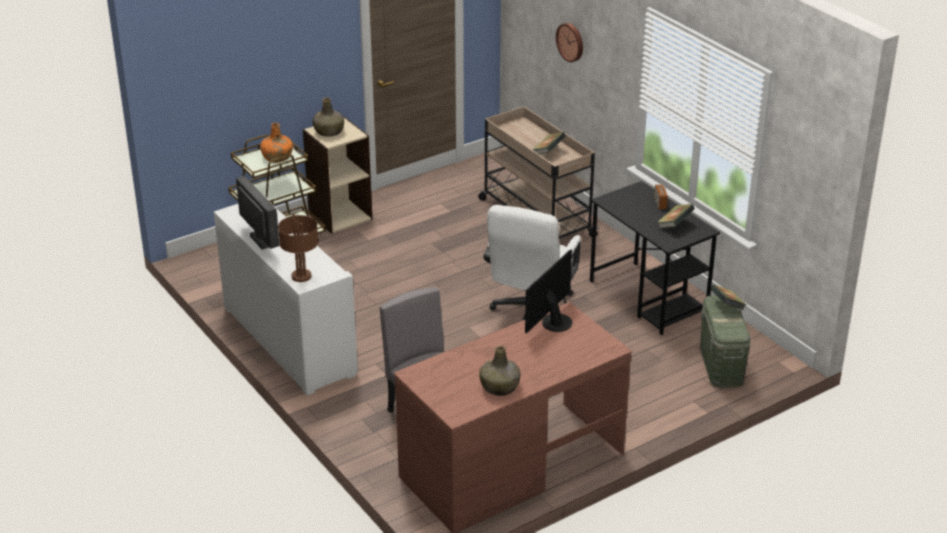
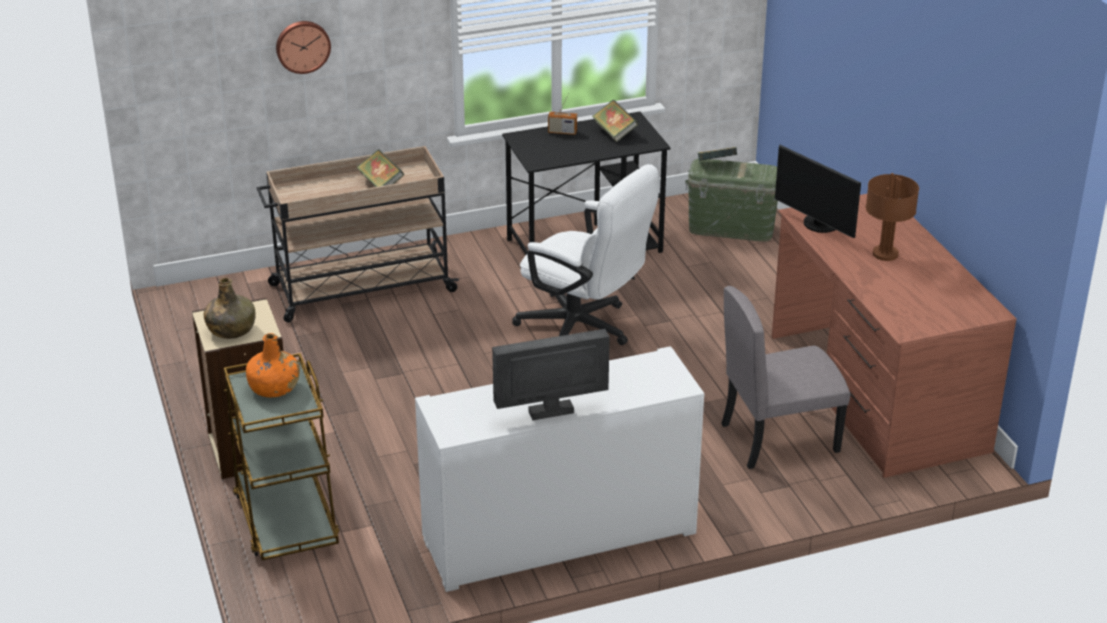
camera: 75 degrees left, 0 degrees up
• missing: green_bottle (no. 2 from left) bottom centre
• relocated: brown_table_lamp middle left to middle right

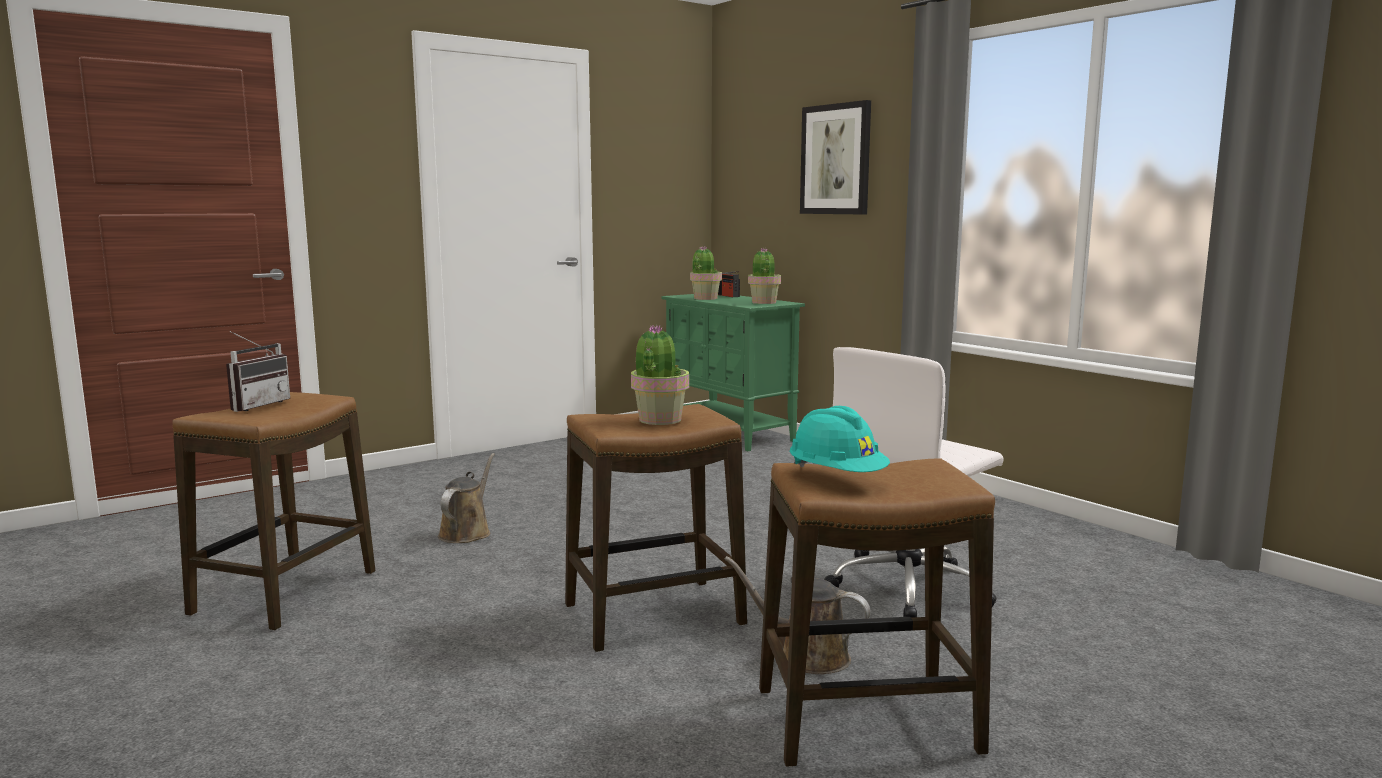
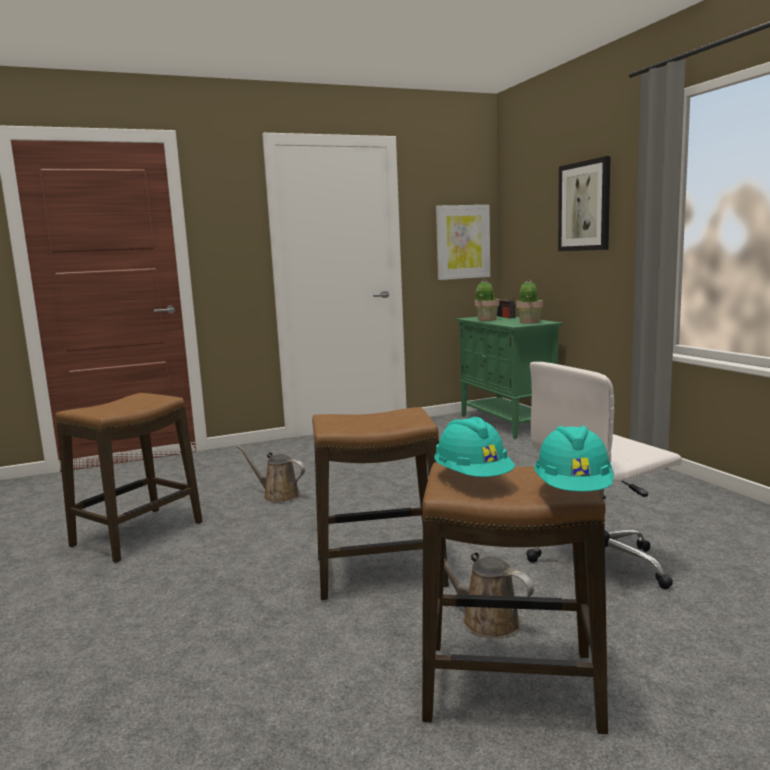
camera: 15 degrees right, 0 degrees up
• missing: radio (no. 1 from left) middle left
• missing: potted_plant (no. 1 from left) centre
• appeared: picture (no. 1 from left) top centre
• appeared: turquoise_hard_hat (no. 2 from left) middle right
• spun: brown_watering_can (no. 1 from left) centre = centre 90 degrees counterclockwise

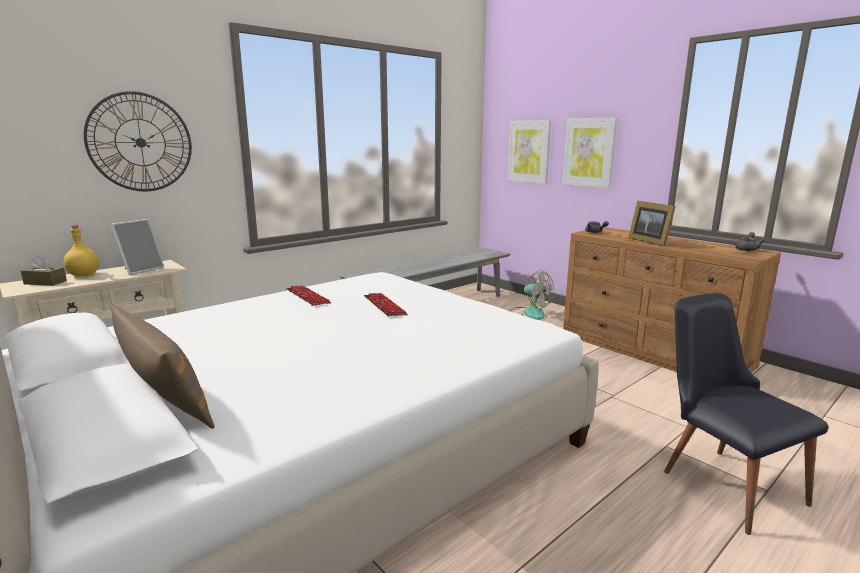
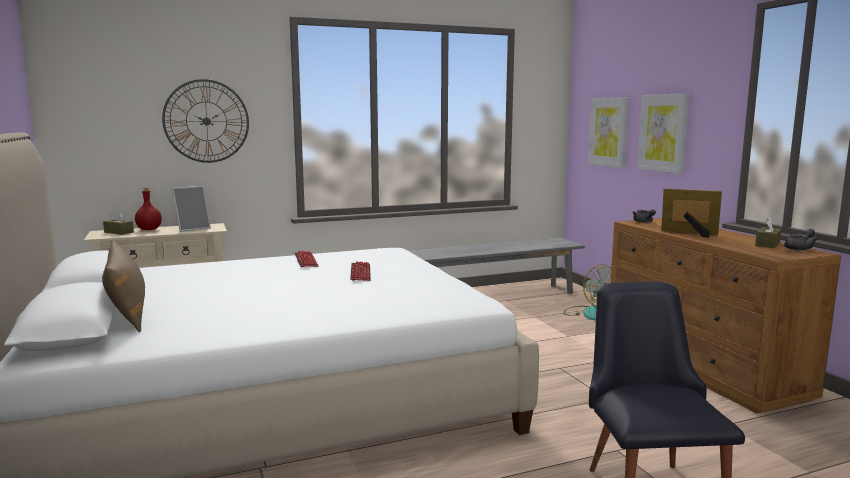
camera: 20 degrees right, 5 degrees down
• appeared: brown_tissue_box (no. 2 from left) middle right
• colour: yellow_bottle middle left to red_bottle middle left
• spun: picture_frame (no. 2 from left) middle right = middle right 120 degrees clockwise

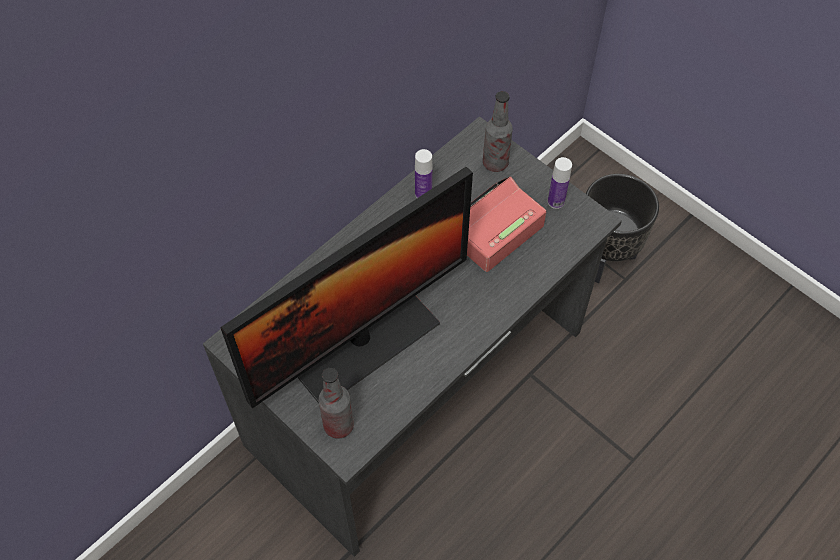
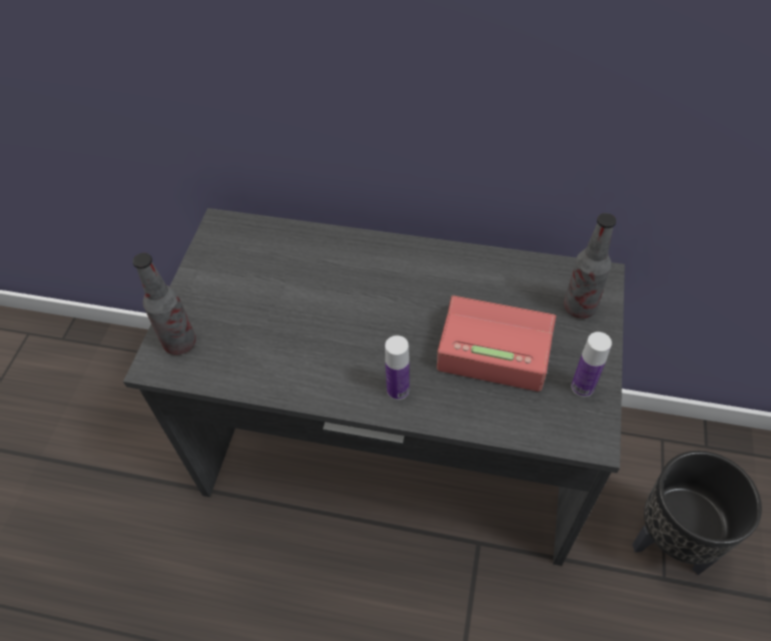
camera: 60 degrees right, 5 degrees down
• missing: monitor centre
• relocated: bottle (no. 2 from left) top centre to centre

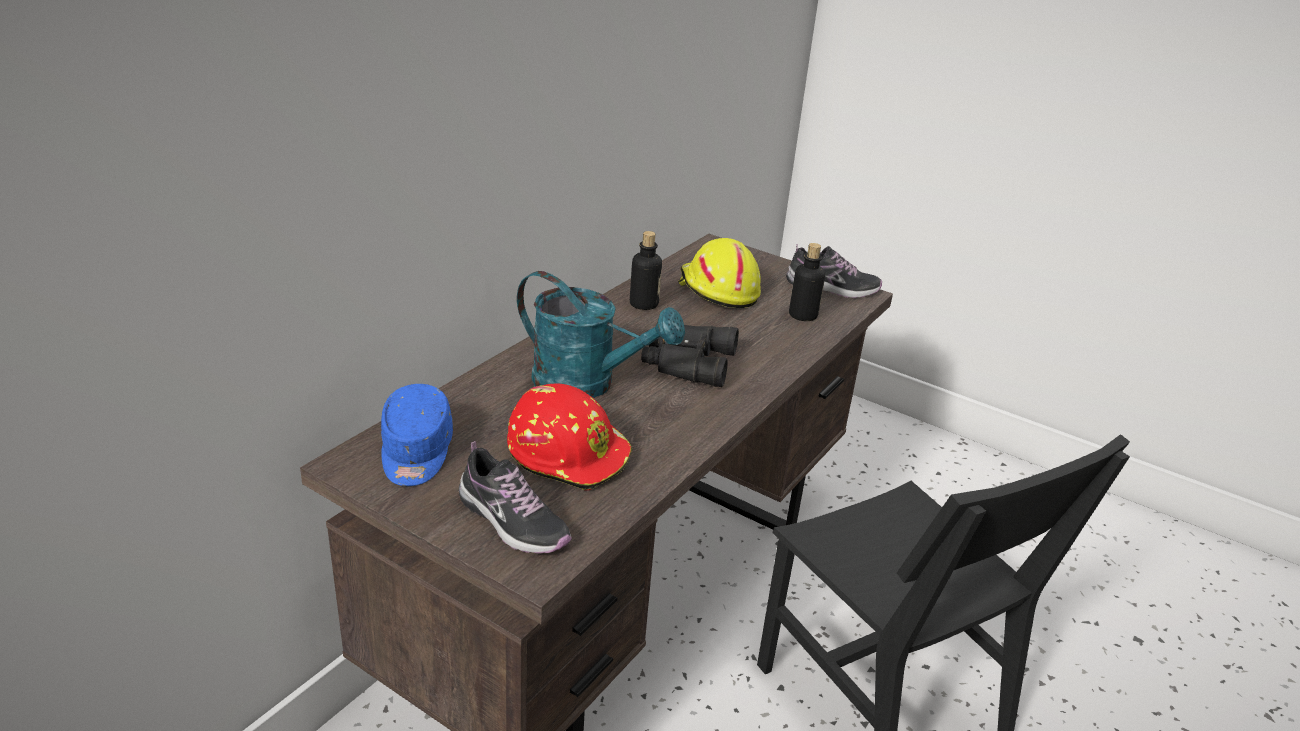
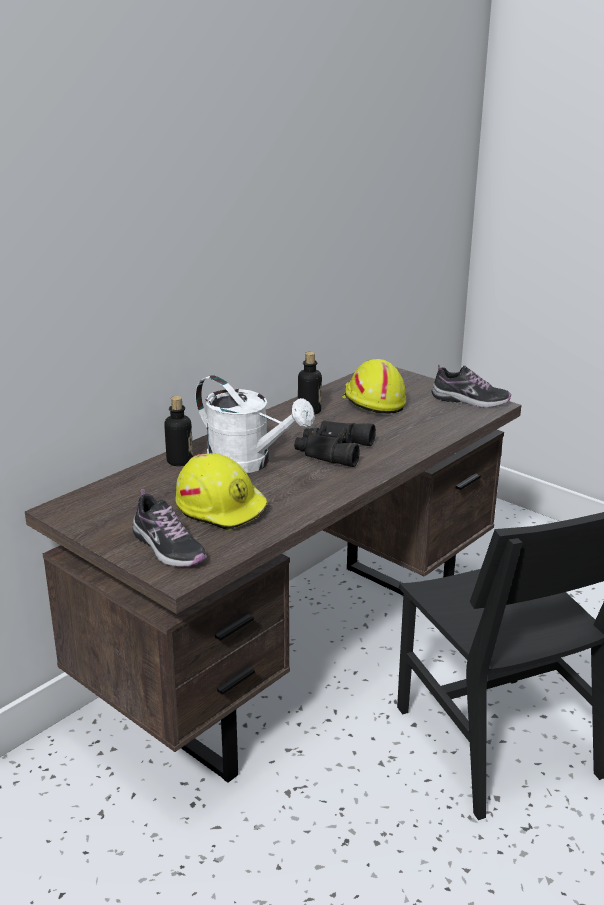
camera: 10 degrees right, 5 degrees down
• missing: blue_cap middle left
• relocated: bottle (no. 2 from left in the first image) centre to bottle (no. 1 from left) middle left
• colour: red_hard_hat centre to yellow_hard_hat (no. 1 from left) centre
• colour: turquoise_watering_can centre to white_watering_can centre

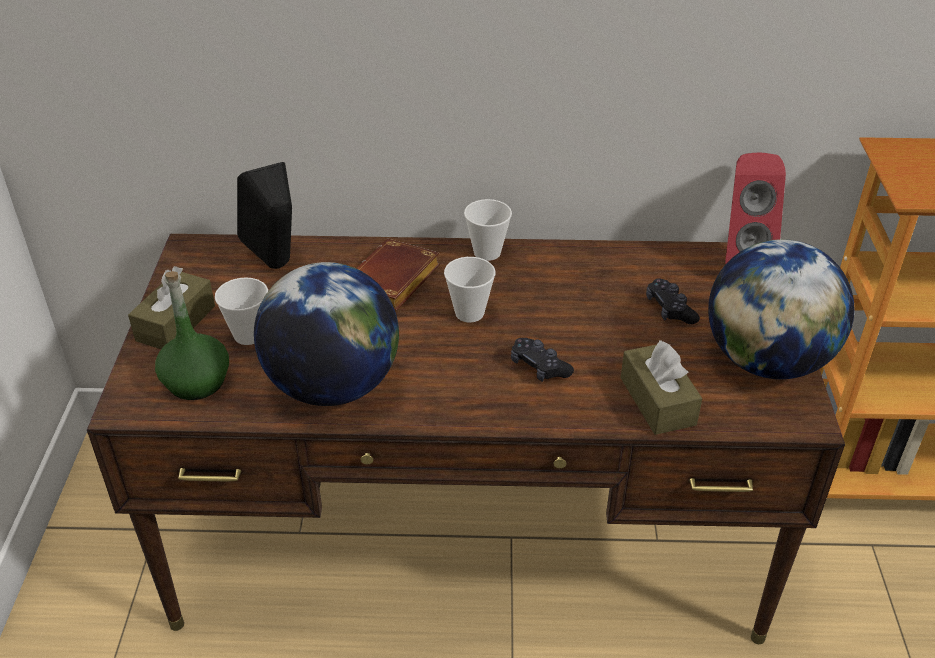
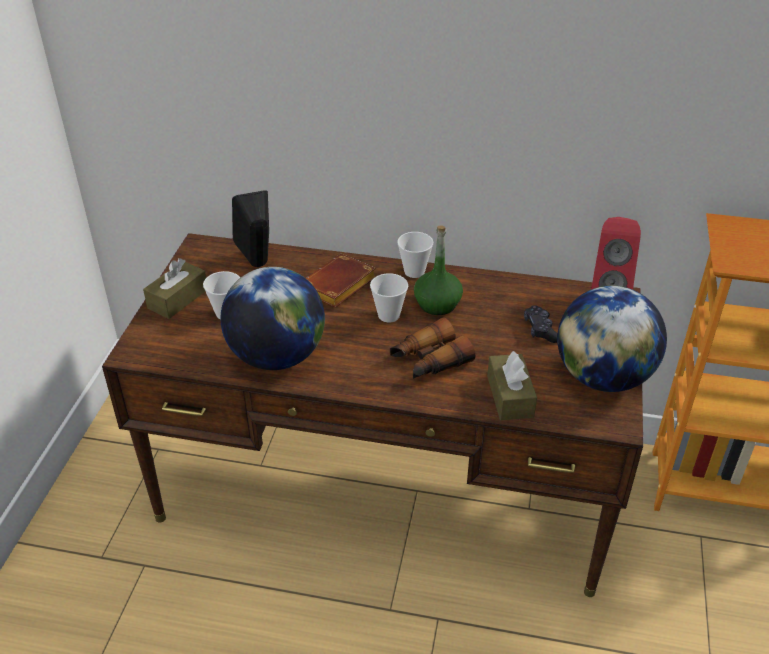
camera: 10 degrees right, 0 degrees up
• relocated: green_bottle middle left to centre
• exchanged: black_game_controller (no. 1 from left) centre to binoculars centre

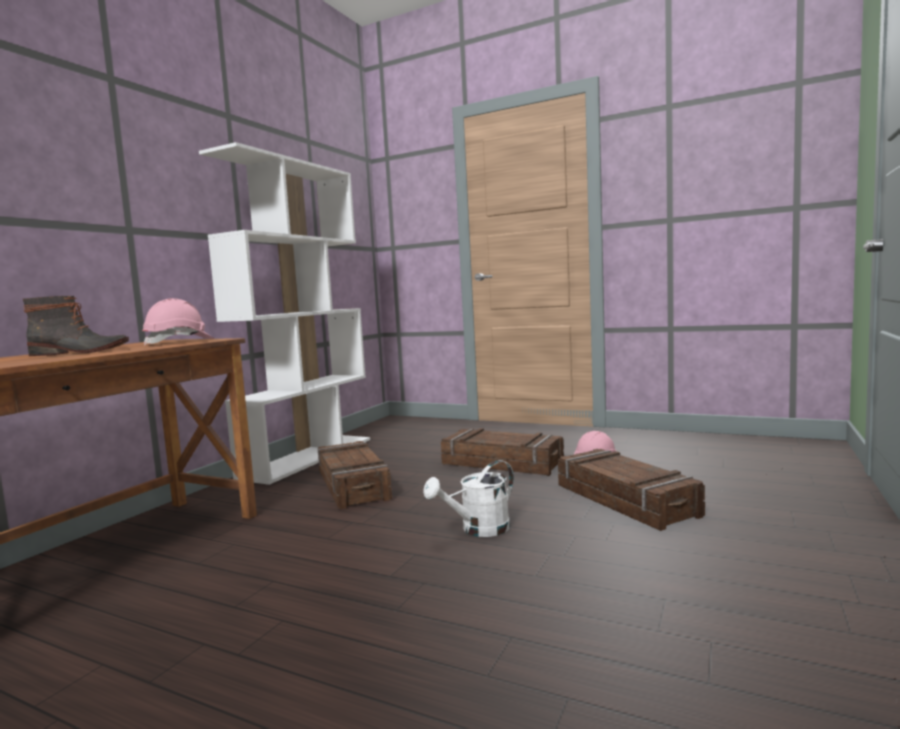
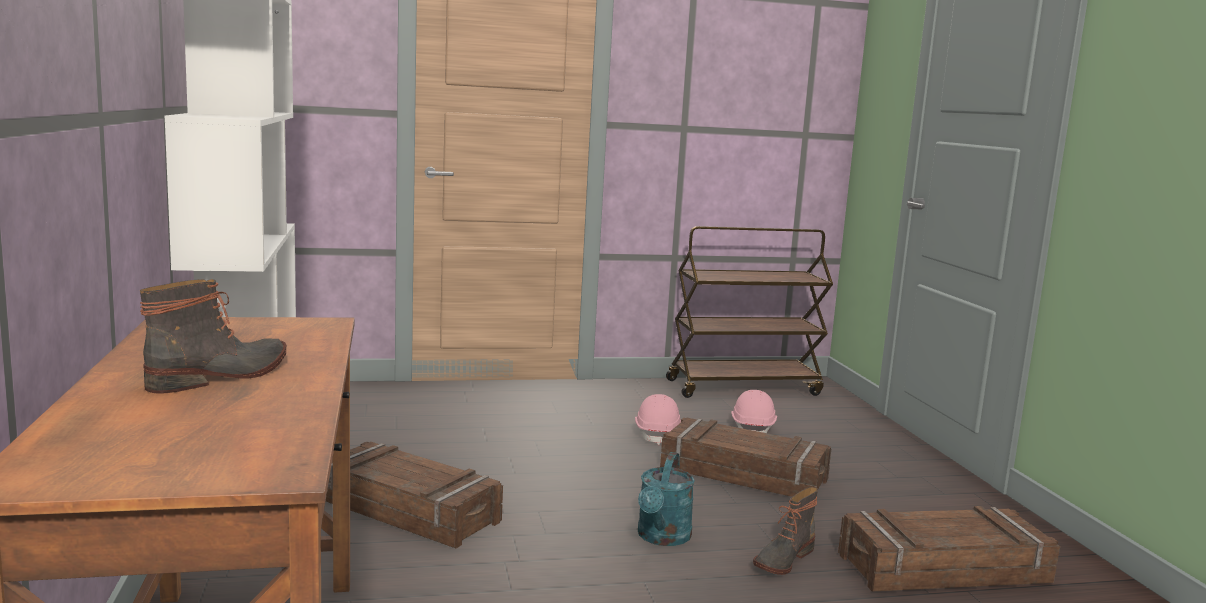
camera: 40 degrees left, 5 degrees up
• appeared: brown_cart centre
• appeared: boot (no. 2 from left) bottom centre
• relocated: pink_hard_hat (no. 1 from left in the first image) middle left to pink_hard_hat (no. 2 from left) bottom centre
• relocated: crate (no. 2 from left in the first image) centre to crate (no. 3 from left) bottom right
• colour: white_watering_can bottom centre to turquoise_watering_can bottom centre

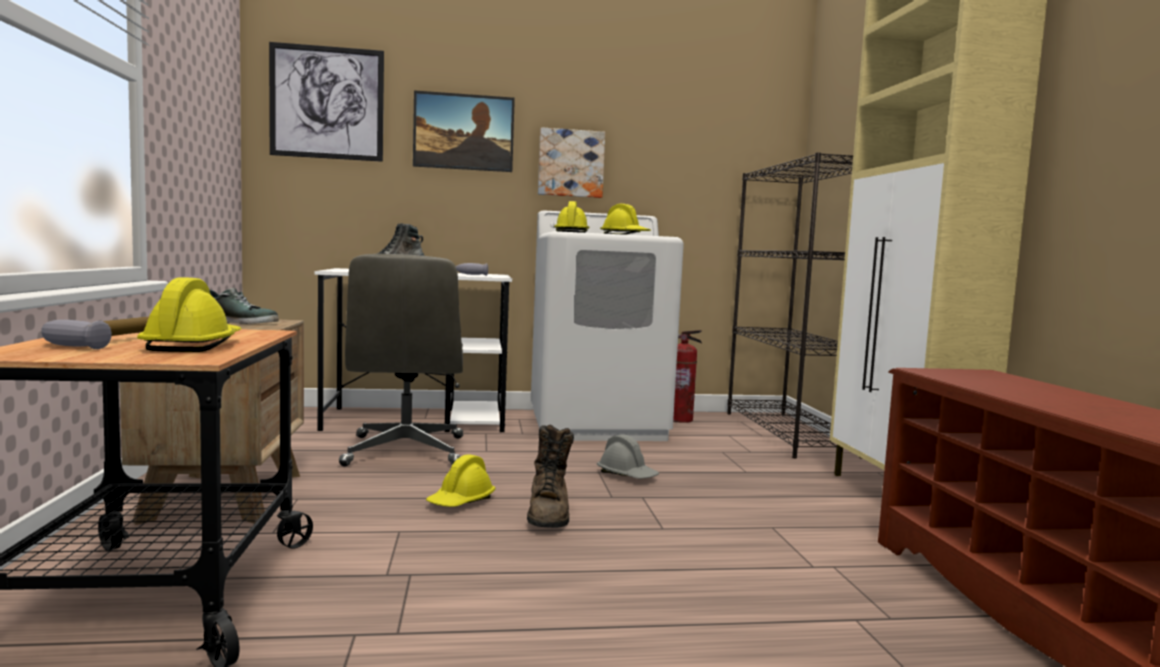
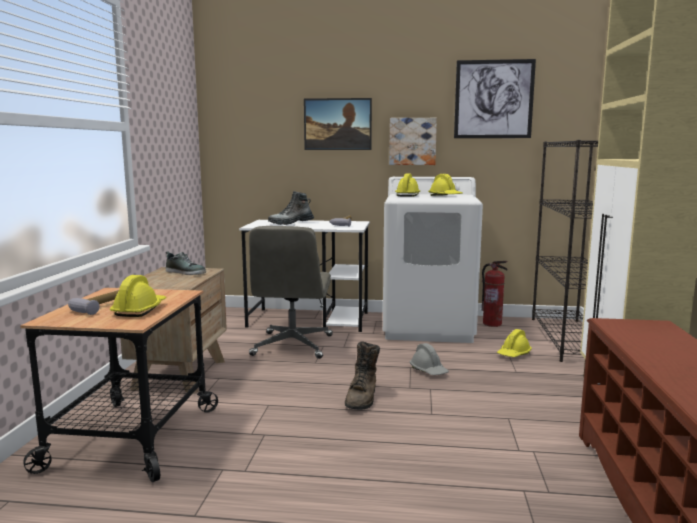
camera: 15 degrees right, 5 degrees up
• relocated: picture (no. 1 from left in the first image) top left to picture (no. 3 from left) top right
• relocated: yellow_hard_hat (no. 2 from left in the first image) bottom centre to yellow_hard_hat (no. 4 from left) middle right

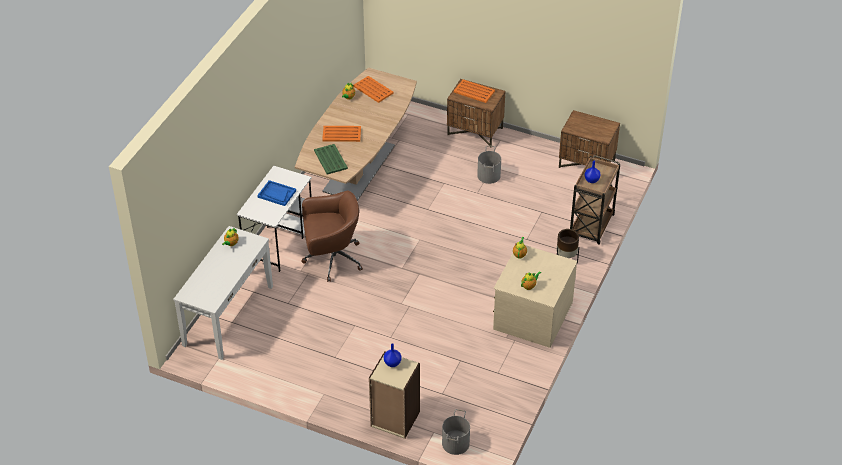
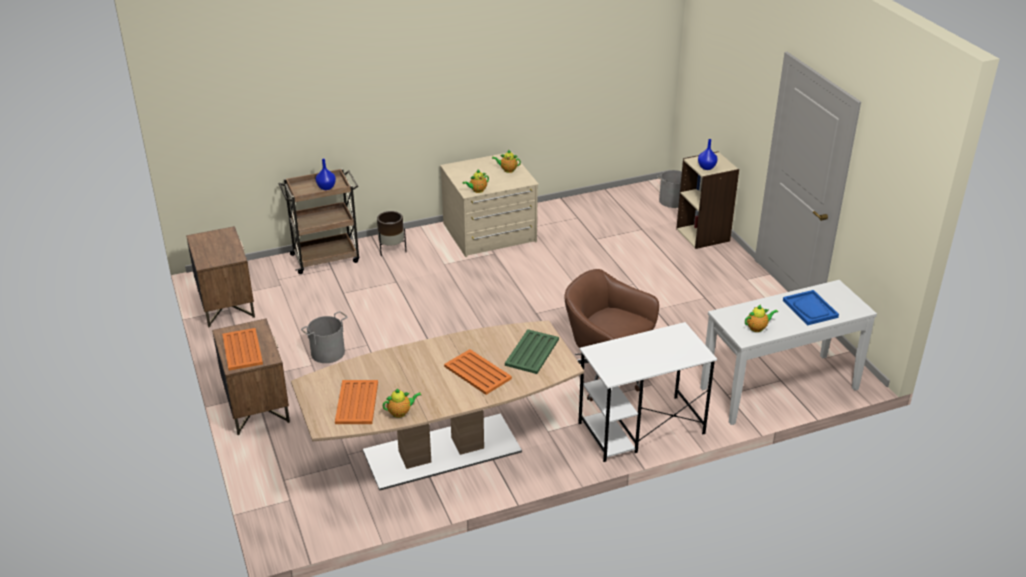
camera: 135 degrees left, 10 degrees down
• relocated: blue_tray middle left to middle right

